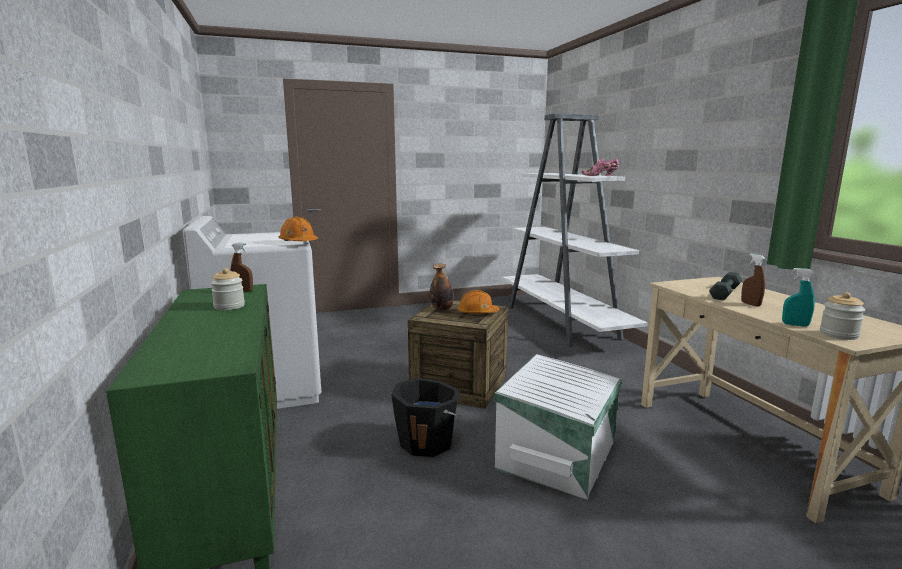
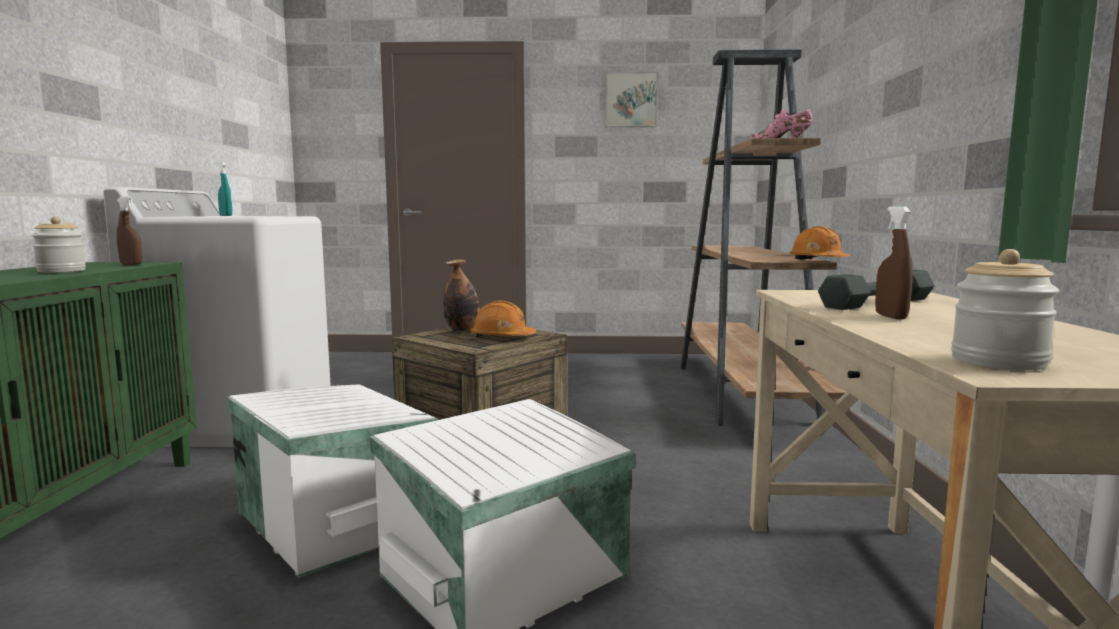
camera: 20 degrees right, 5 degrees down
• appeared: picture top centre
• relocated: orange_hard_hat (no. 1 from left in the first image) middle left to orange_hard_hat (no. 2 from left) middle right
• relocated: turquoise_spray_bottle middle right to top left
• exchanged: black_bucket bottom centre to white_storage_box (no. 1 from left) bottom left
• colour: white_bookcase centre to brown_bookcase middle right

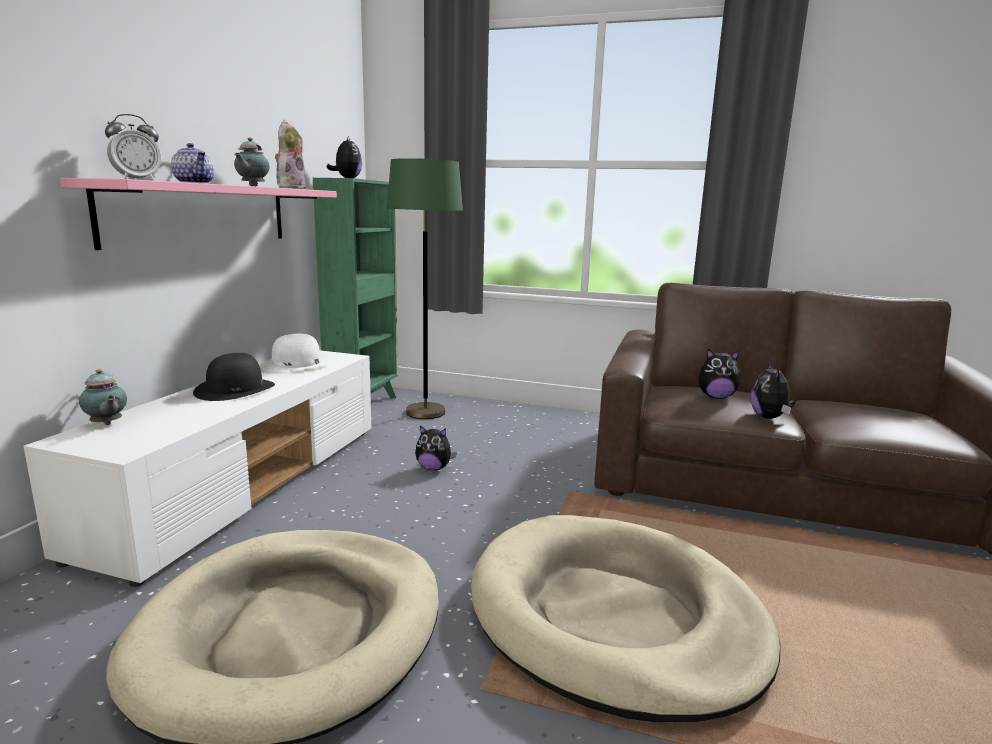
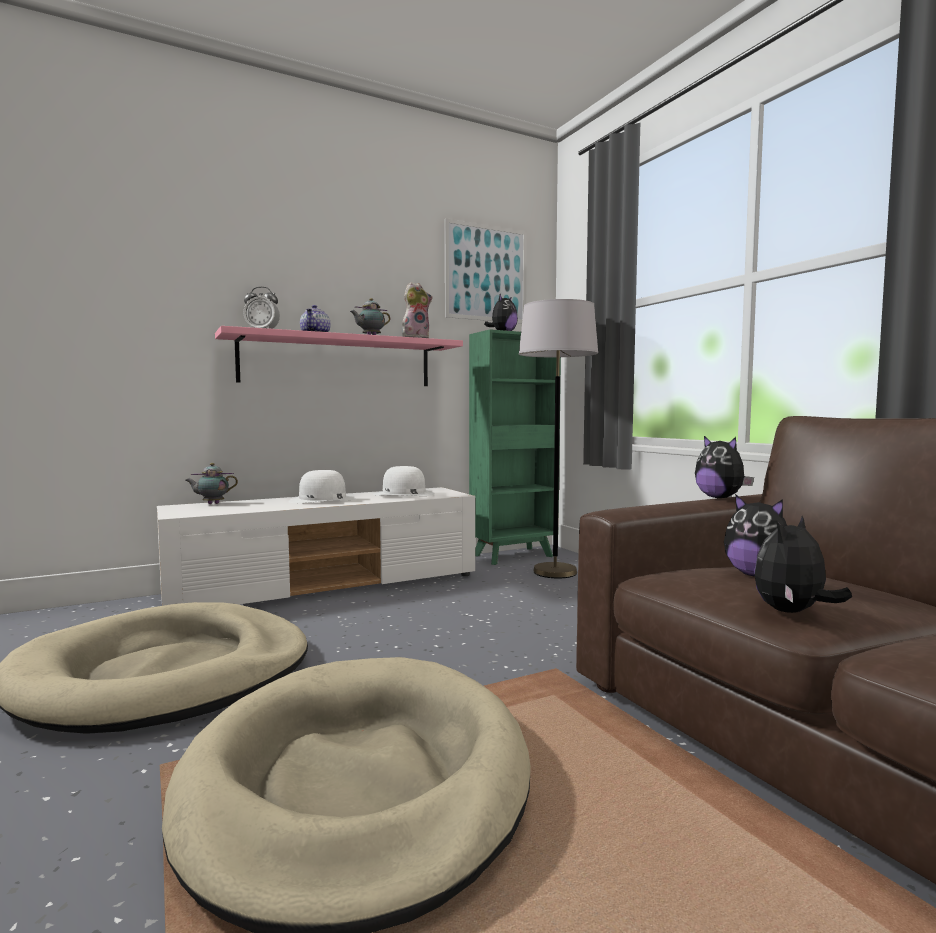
camera: 45 degrees right, 10 degrees down
• appeared: picture top centre
• relocated: plush_toy (no. 3 from left) centre to middle right
• colour: black_hat middle left to white_hat (no. 1 from left) centre
• colour: green_floor_lamp centre to grey_floor_lamp centre
• spun: teapot (no. 1 from left) middle left = middle left 75 degrees clockwise

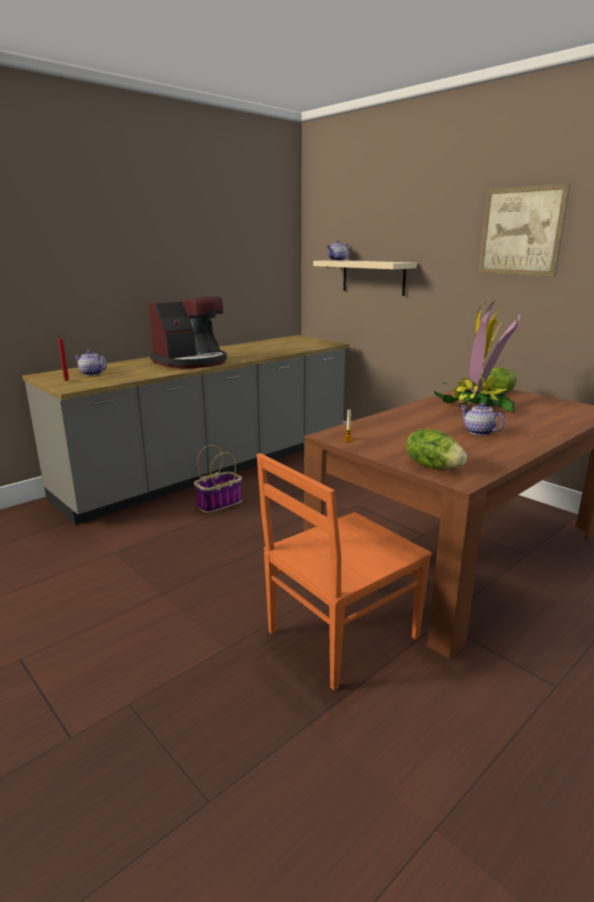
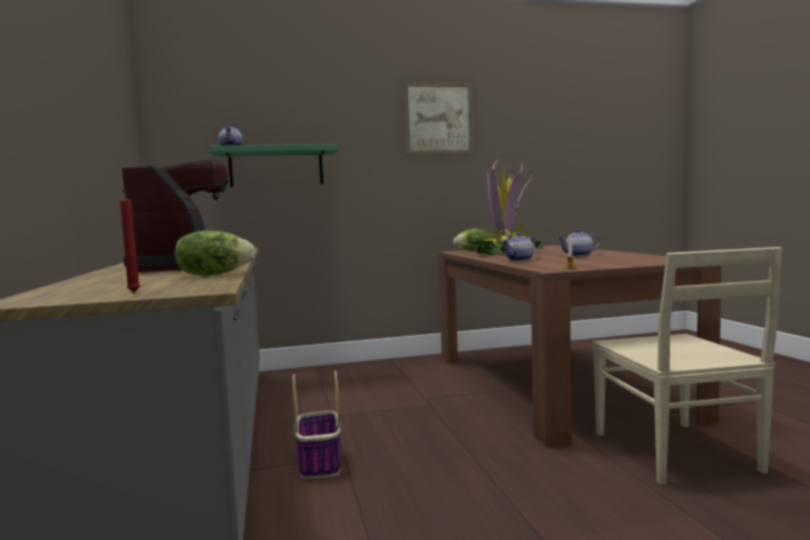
camera: 60 degrees left, 15 degrees down
• relocated: teapot (no. 1 from left in the first image) middle left to teapot (no. 2 from left) centre
• relocated: lettuce (no. 1 from left) middle right to middle left
• colour: orange_chair centre to beige_chair bottom right
• colour: beige_shelf top centre to green_shelf top centre

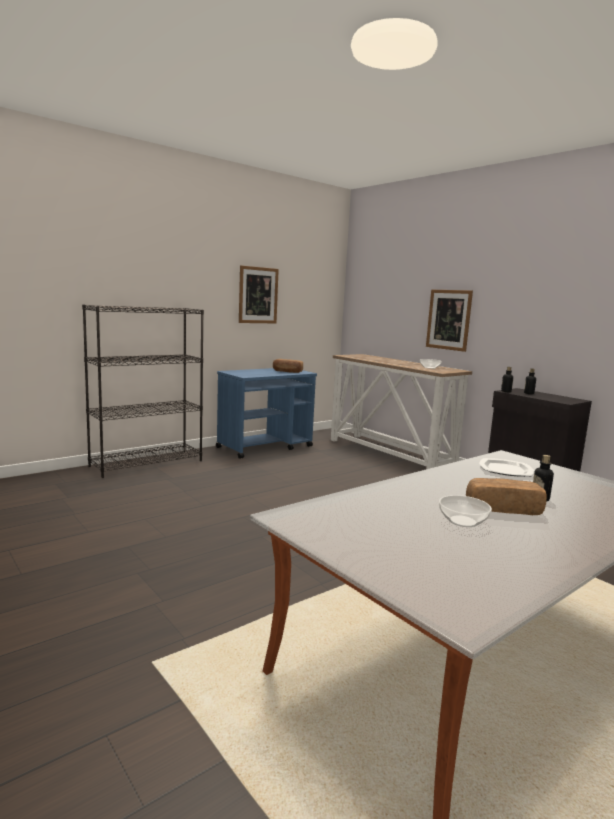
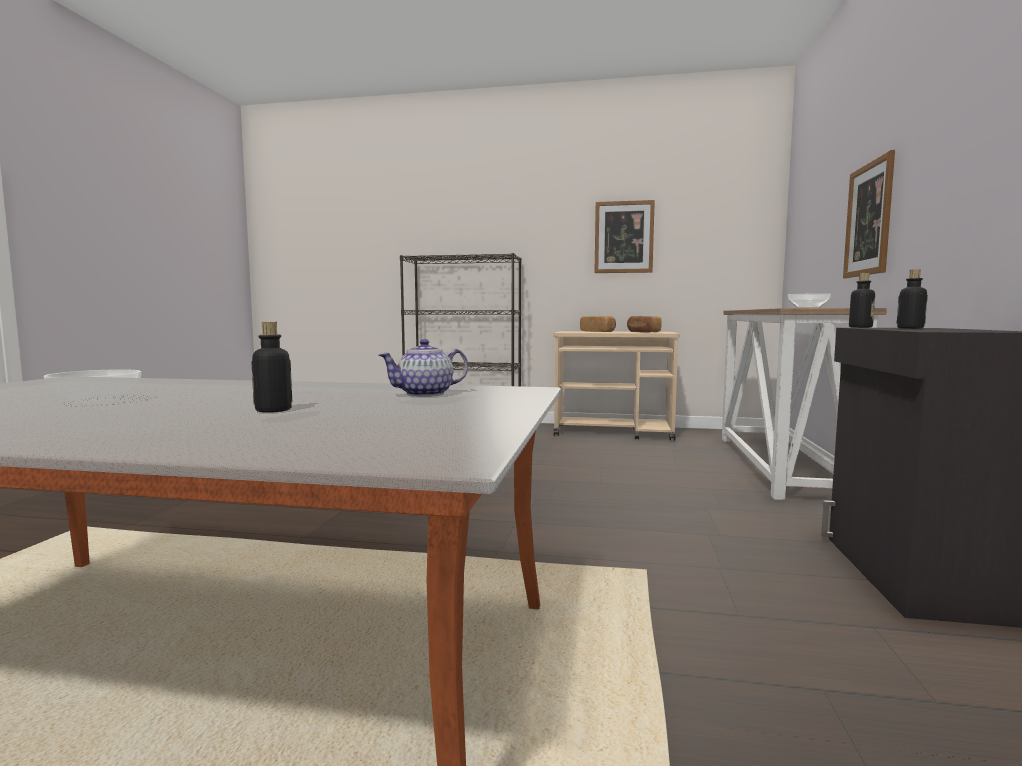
camera: 50 degrees right, 5 degrees down
• relocated: bread (no. 2 from left in the first image) middle right to bread (no. 1 from left) centre
• exchanged: plate middle right to teapot centre
• colour: blue_cart centre to beige_cart centre

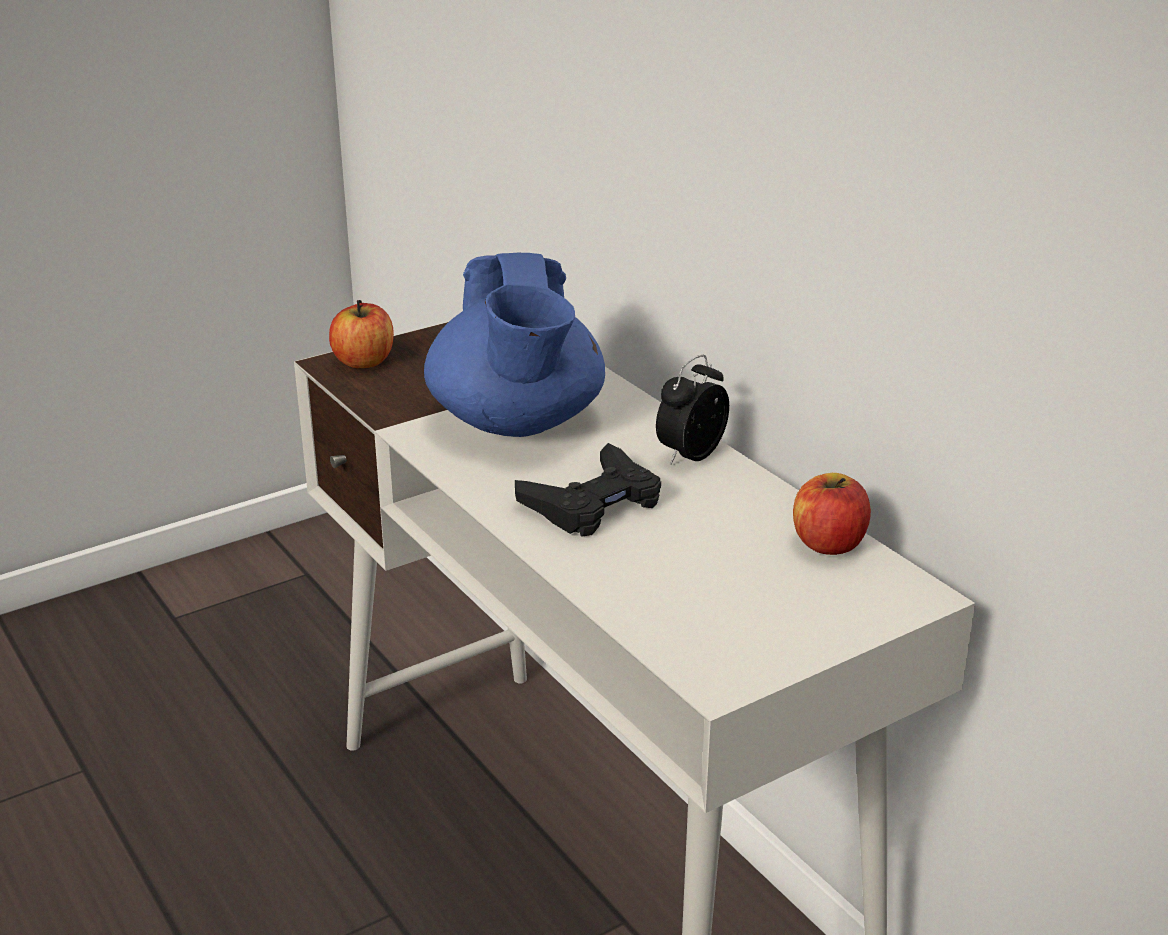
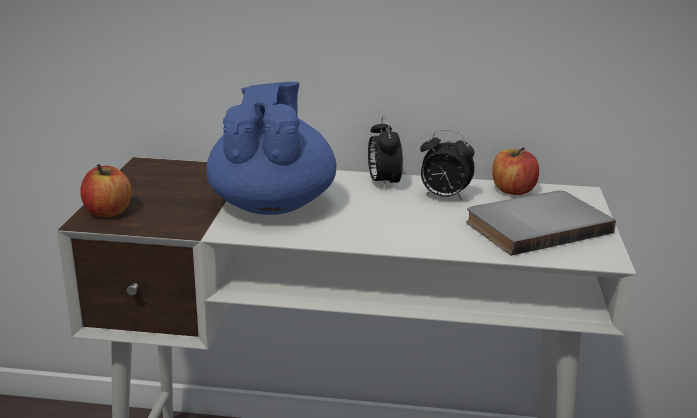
camera: 50 degrees left, 5 degrees down
• missing: black_game_controller centre
• appeared: alarm_clock (no. 2 from left) centre
• appeared: grey_book middle right
• spun: blue_teapot centre = centre 120 degrees counterclockwise

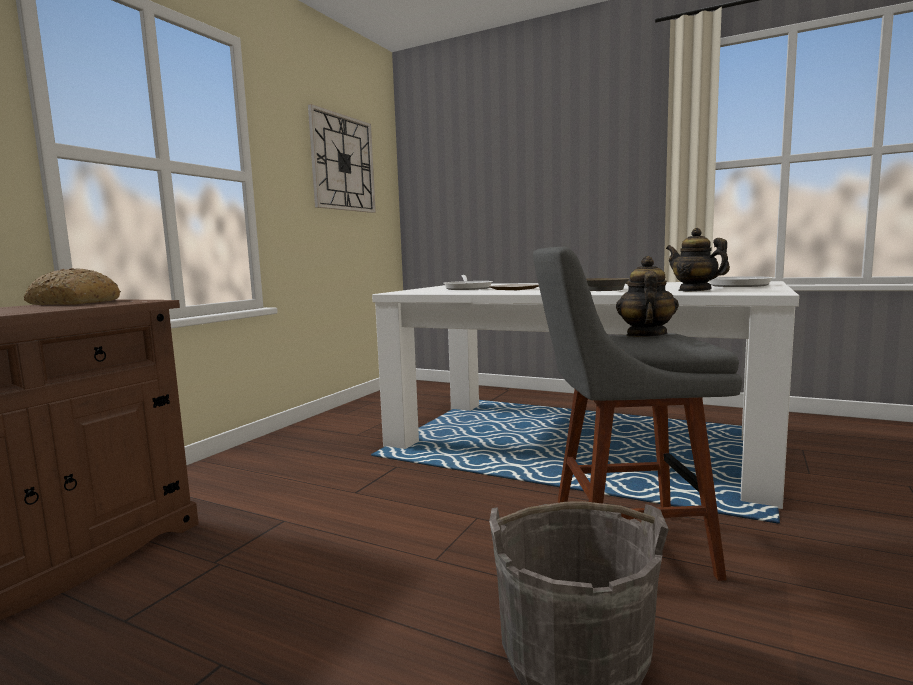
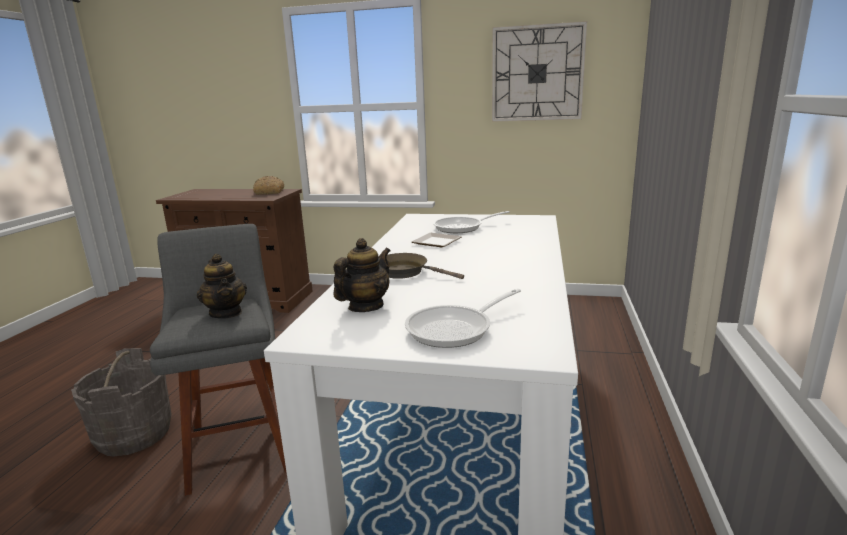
camera: 75 degrees right, 10 degrees up
• spun: teapot (no. 1 from left) middle right = middle left 60 degrees clockwise

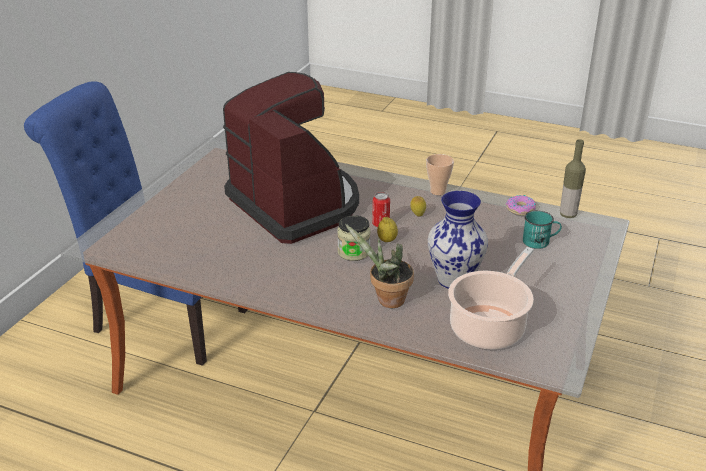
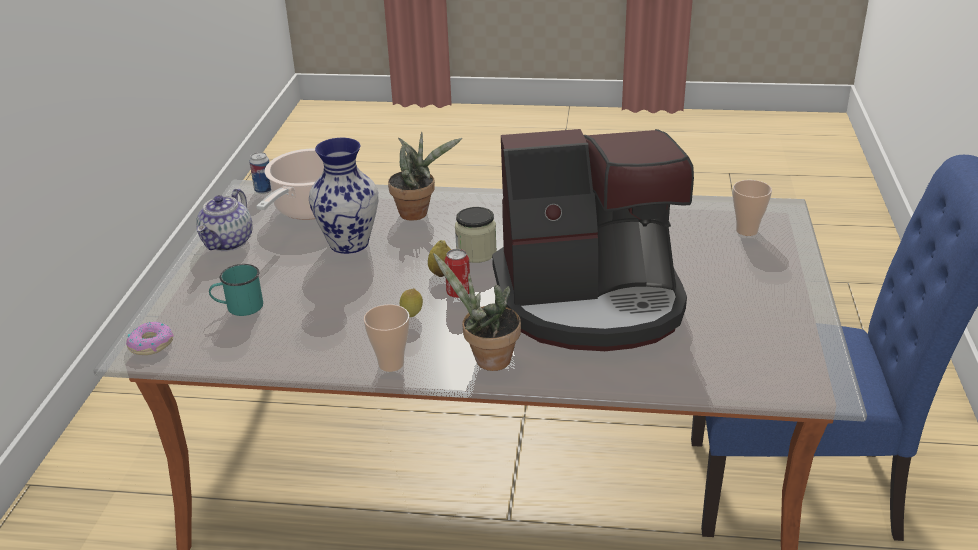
camera: 165 degrees right, 0 degrees up
• missing: bottle middle right
• appeared: teapot middle left
• appeared: can (no. 1 from left) top left
• appeared: potted_plant (no. 2 from left) centre
• appeared: cup (no. 2 from left) middle right
• relocated: donut middle right to middle left
• spun: coffee_machine centre = centre 45 degrees counterclockwise

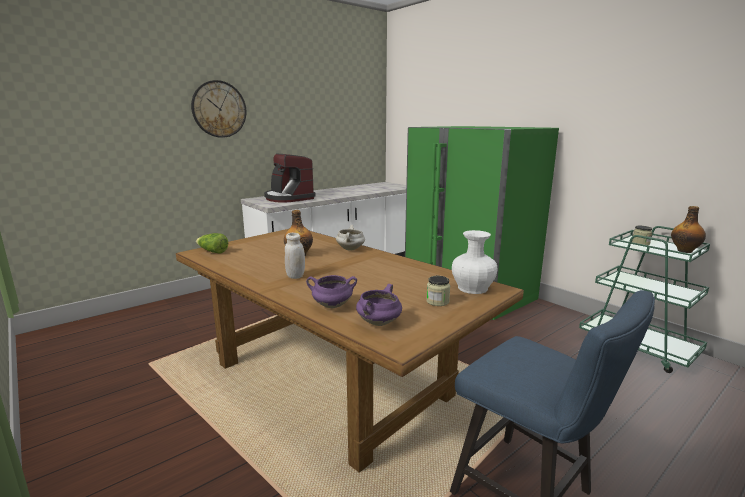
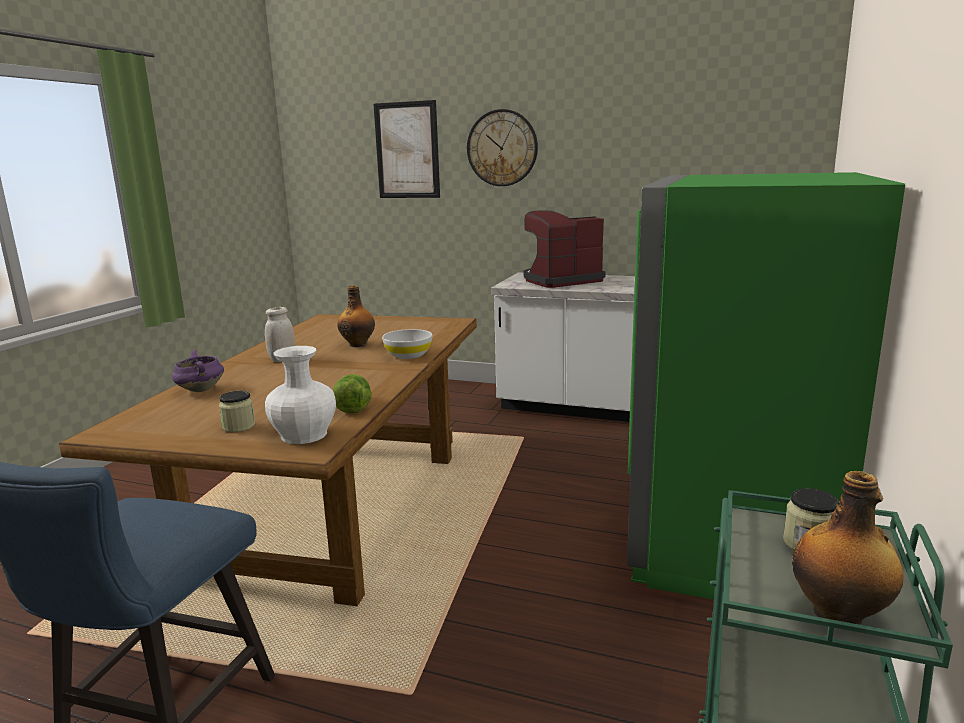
camera: 60 degrees right, 0 degrees up
• missing: purple_cooking_pot (no. 2 from left) centre
• appeared: picture top centre
• relocated: lettuce middle left to centre
• exchanged: white_cooking_pot centre to white_bowl centre
• spun: coffee_machine centre = centre 45 degrees clockwise

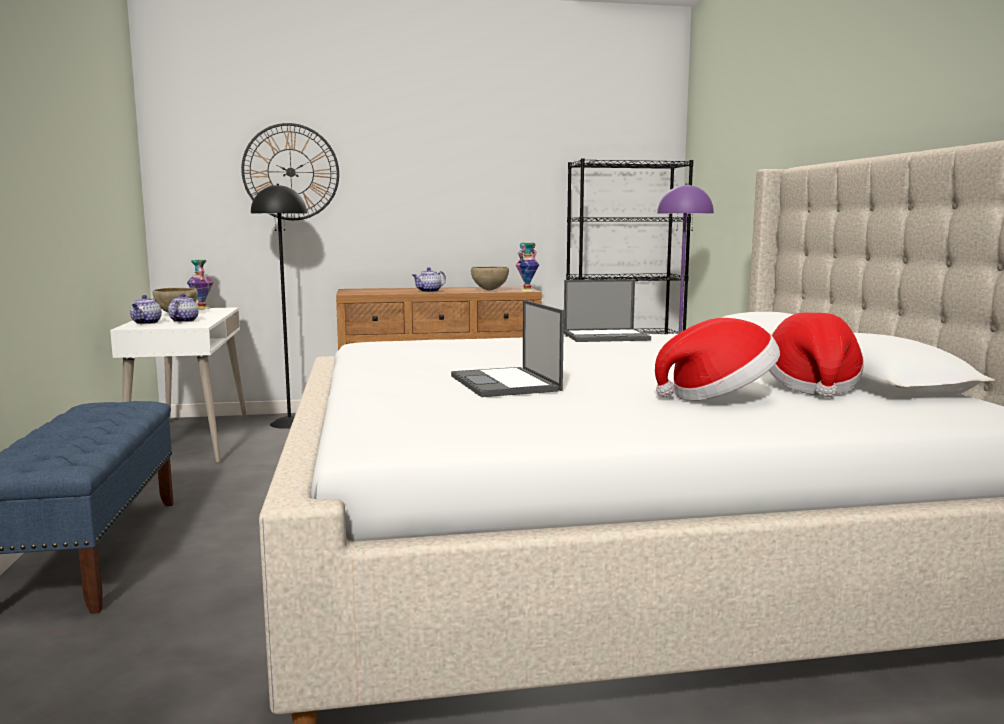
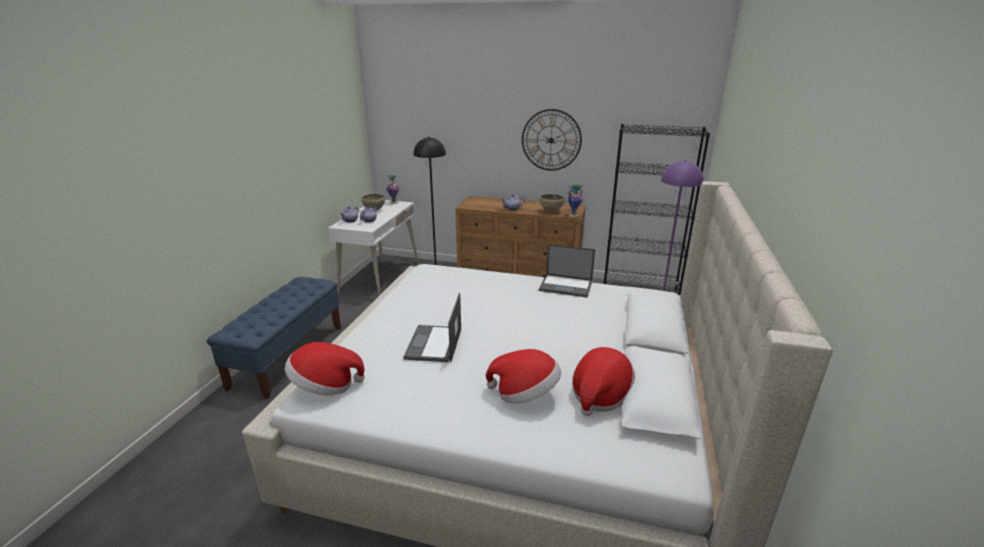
camera: 25 degrees right, 15 degrees up
• appeared: hat (no. 1 from left) bottom left
• relocated: wall_clock top left to top centre

